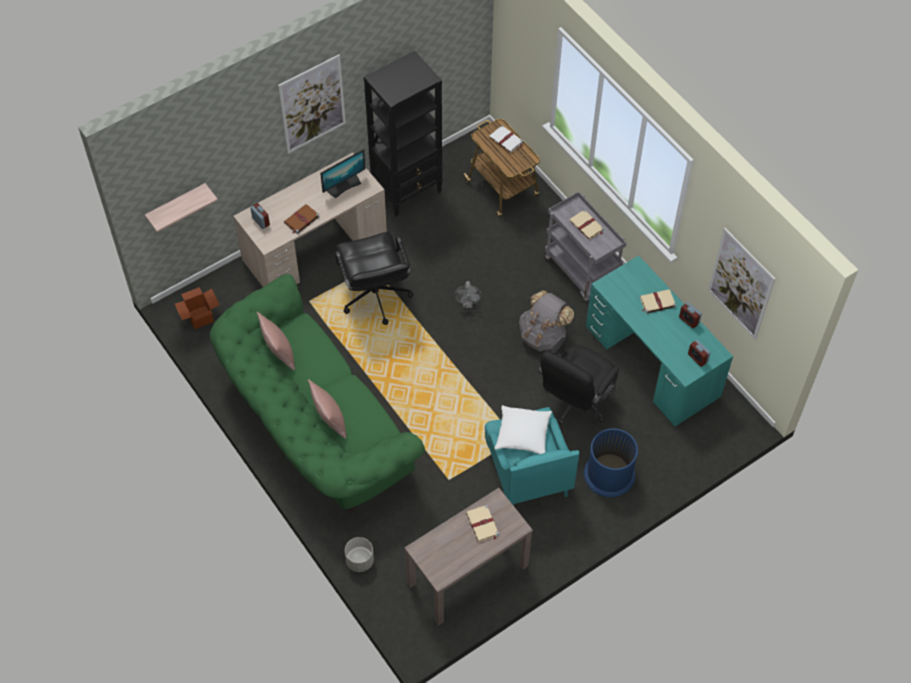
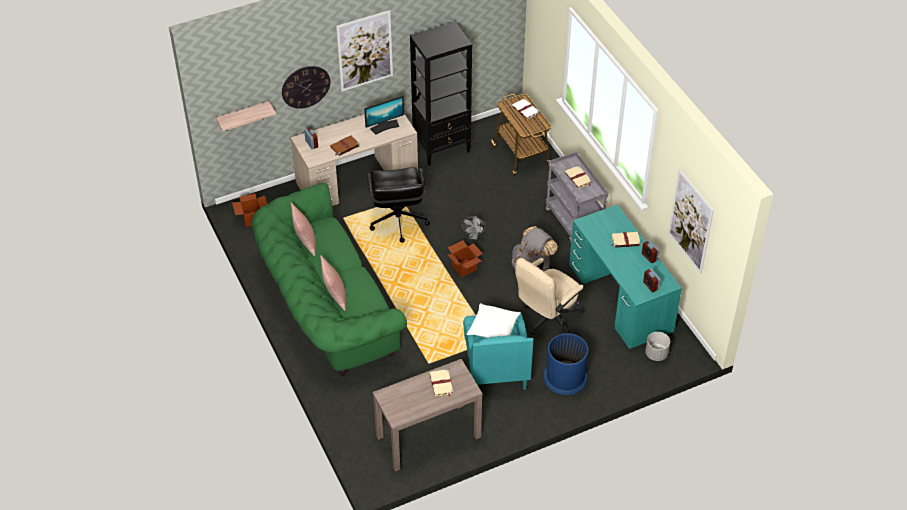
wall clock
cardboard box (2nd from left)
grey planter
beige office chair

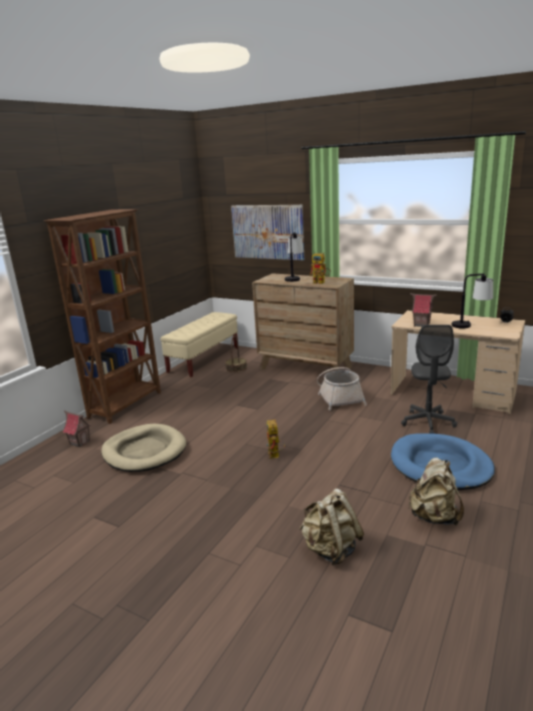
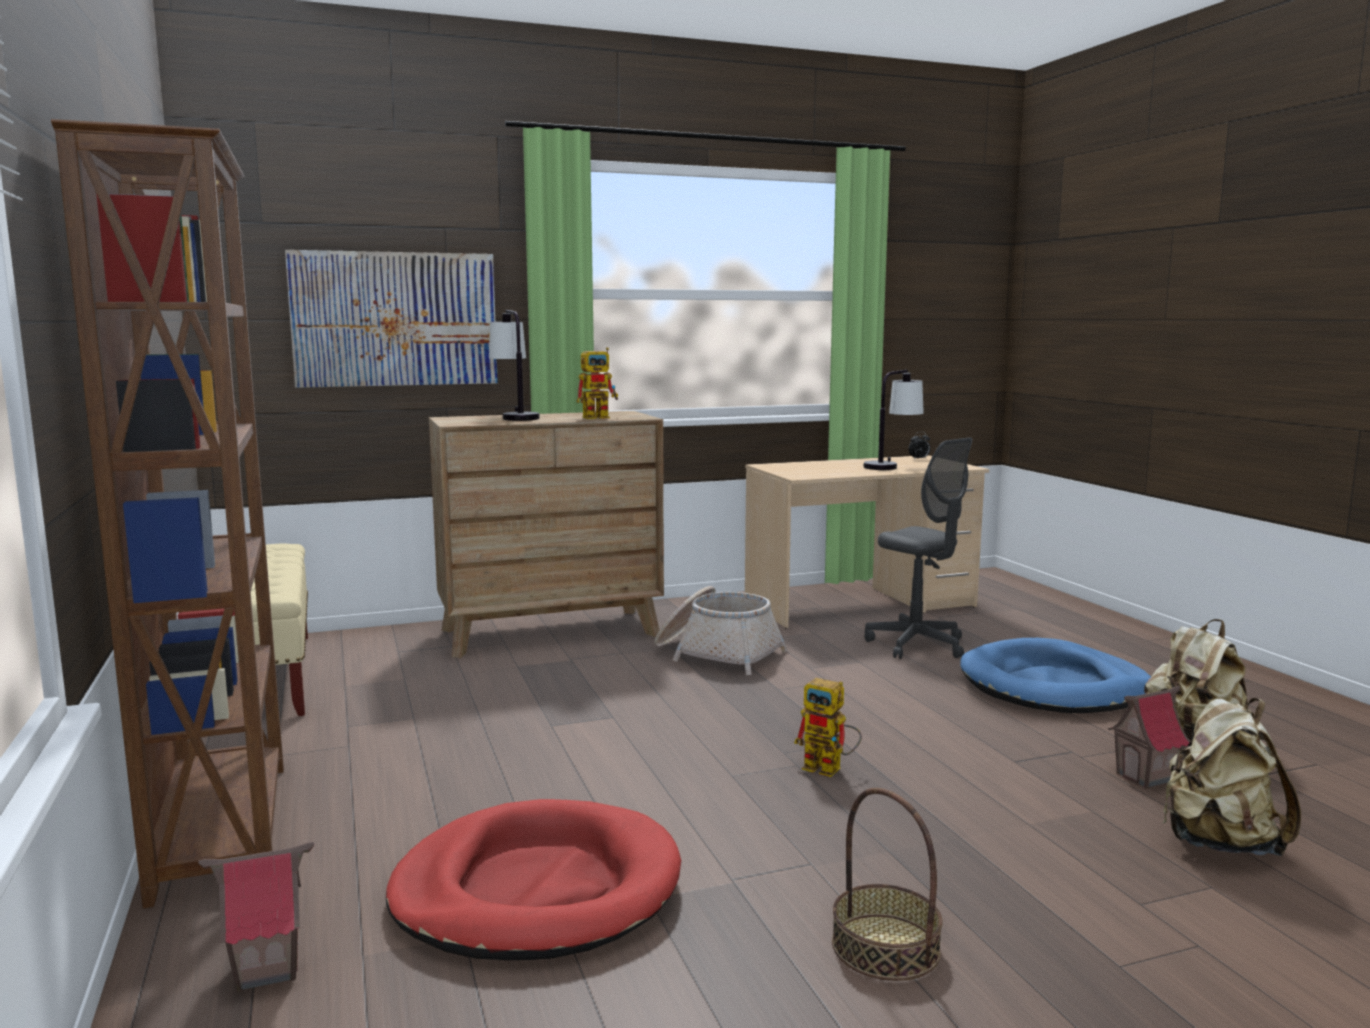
basket (2nd from left)
toy house (2nd from left)
red dog bed

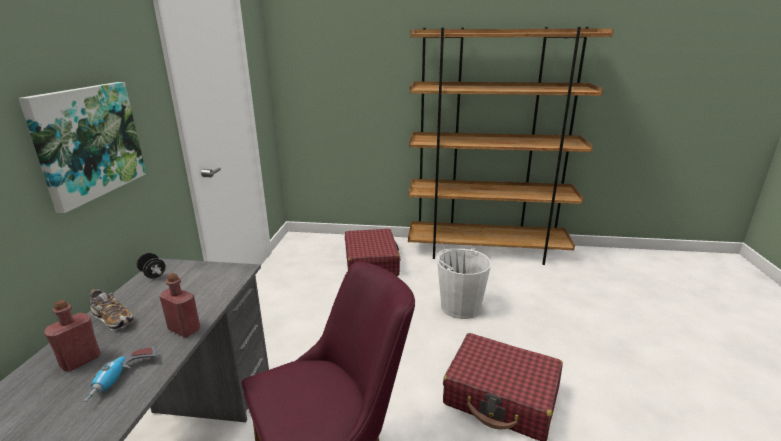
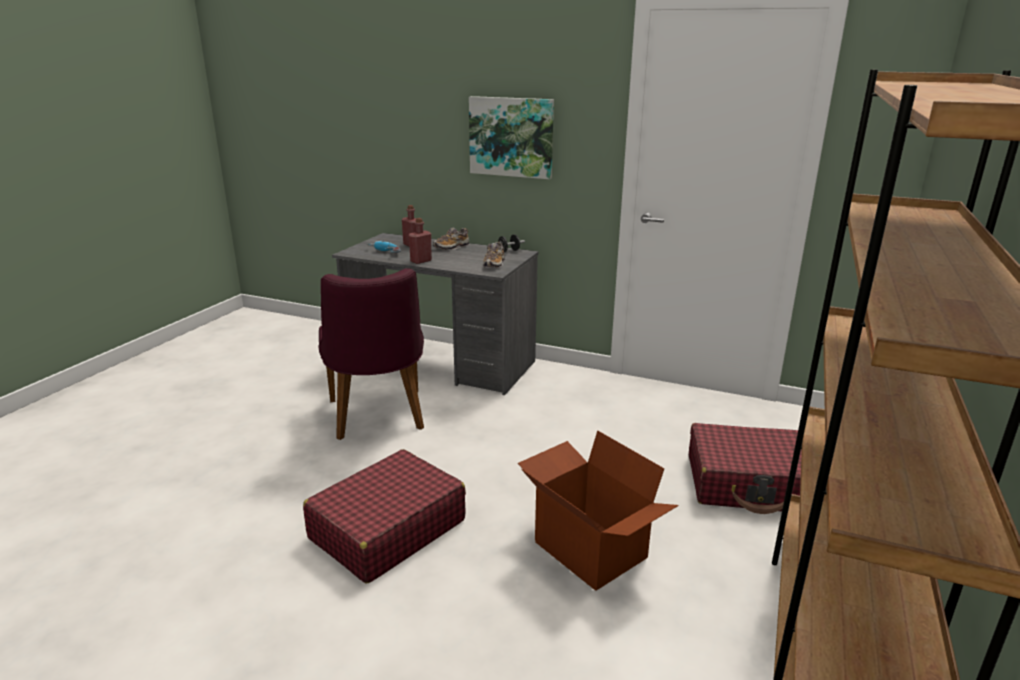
shoe (2nd from left)
cardboard box

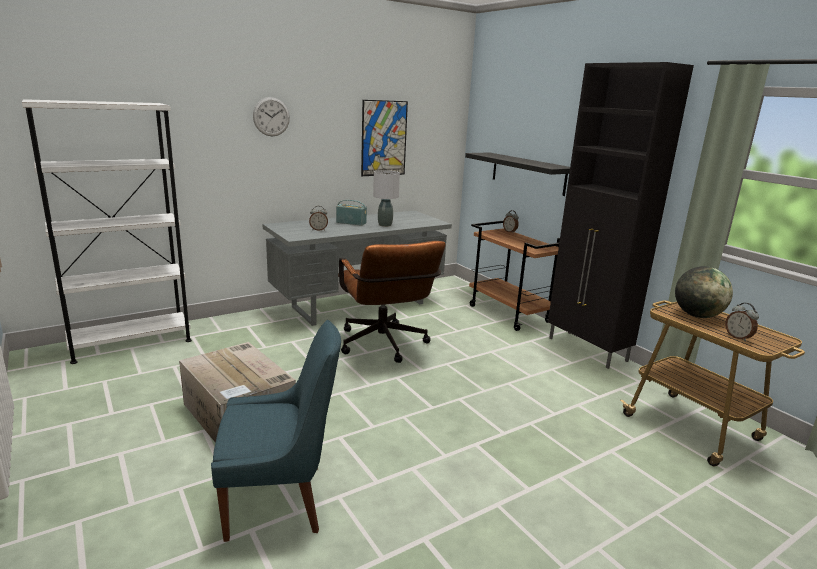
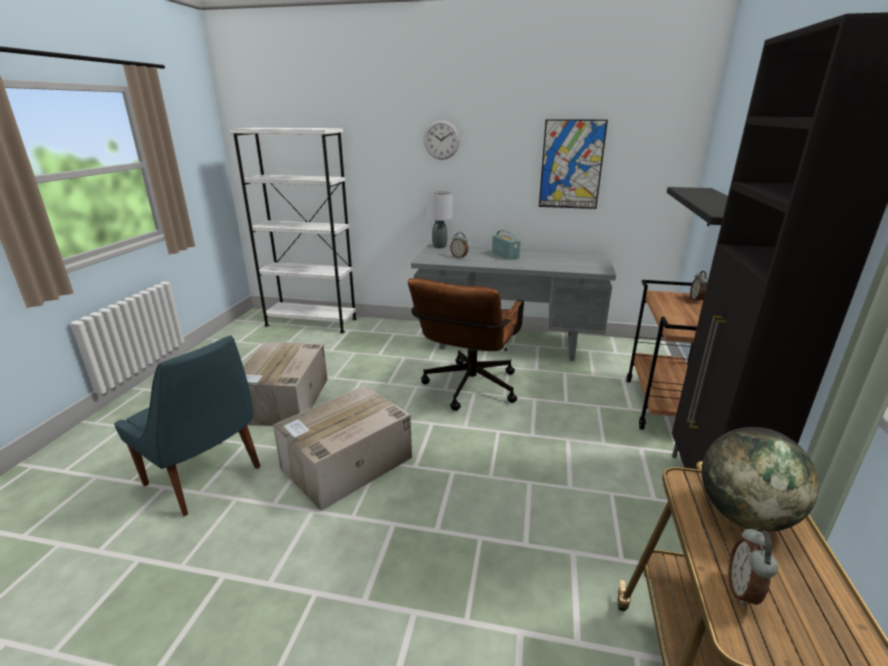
cardboard box (2nd from left)
grey table lamp

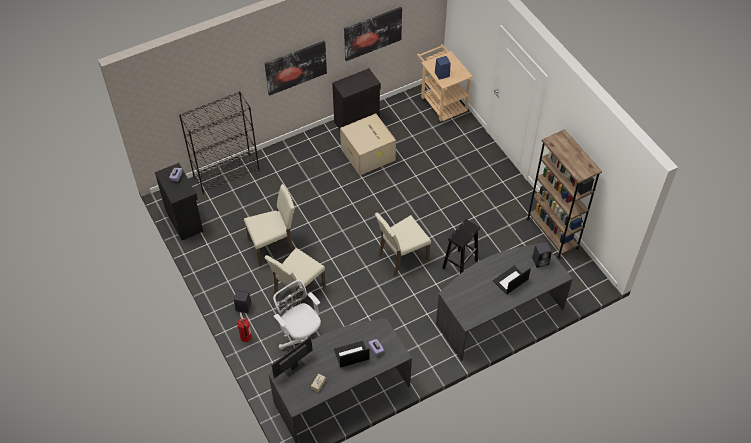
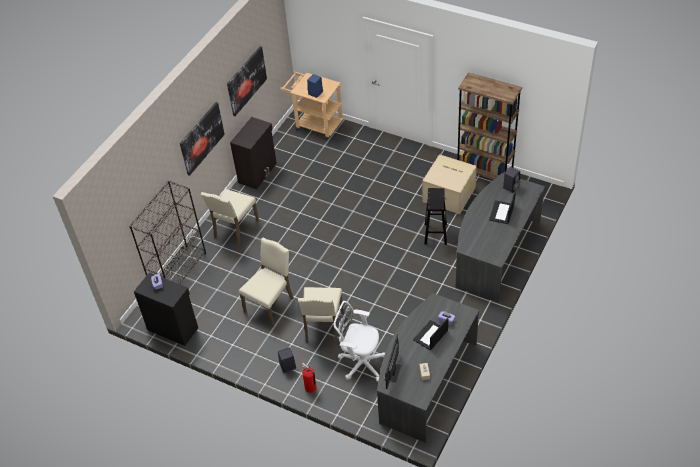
cardboard box
beige chair (1st from left)

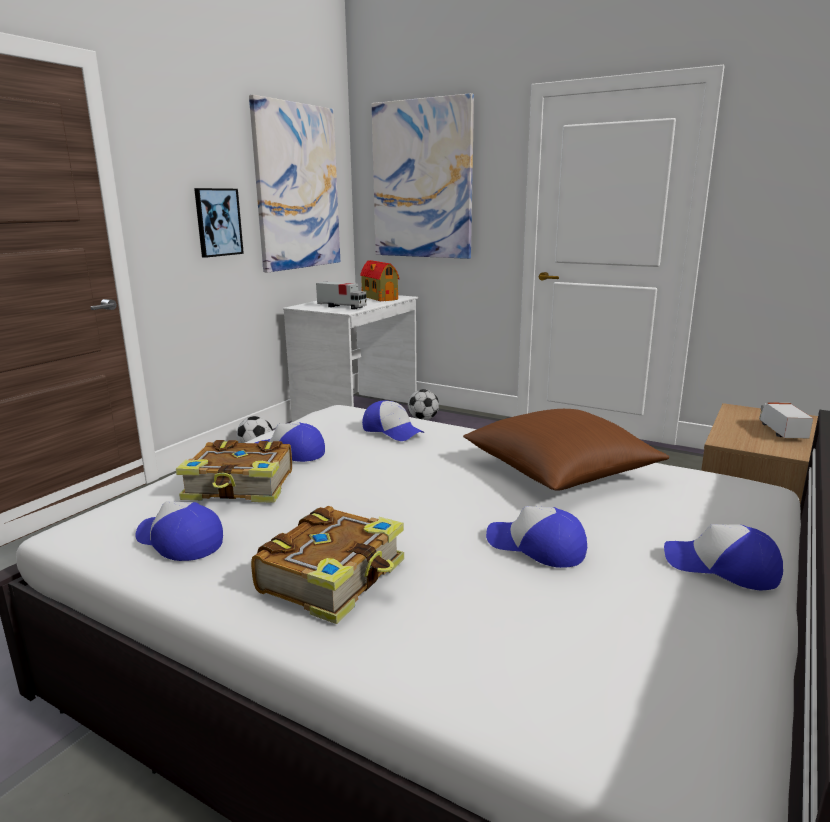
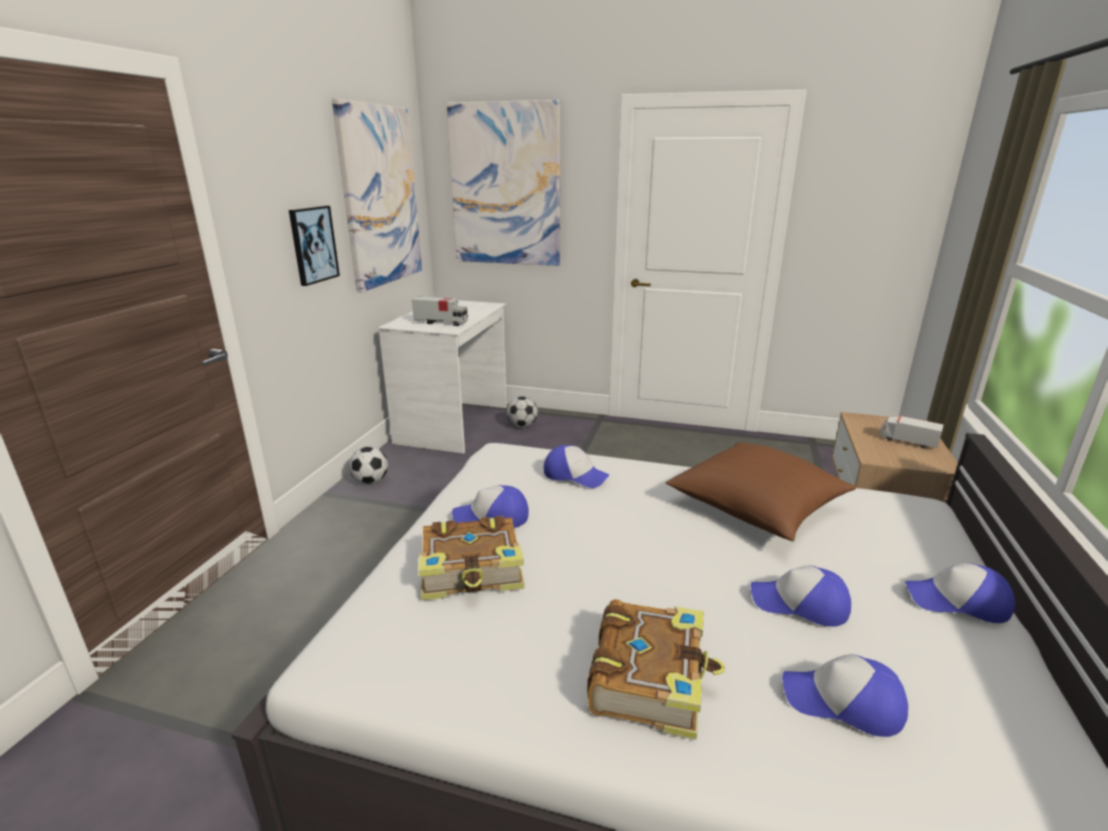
toy house
cap (4th from left)
toy truck (2nd from left)

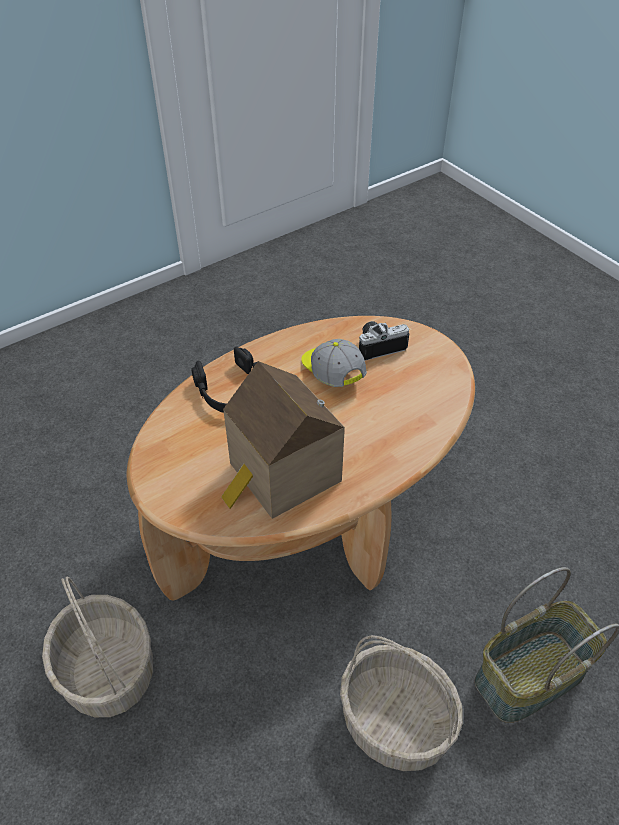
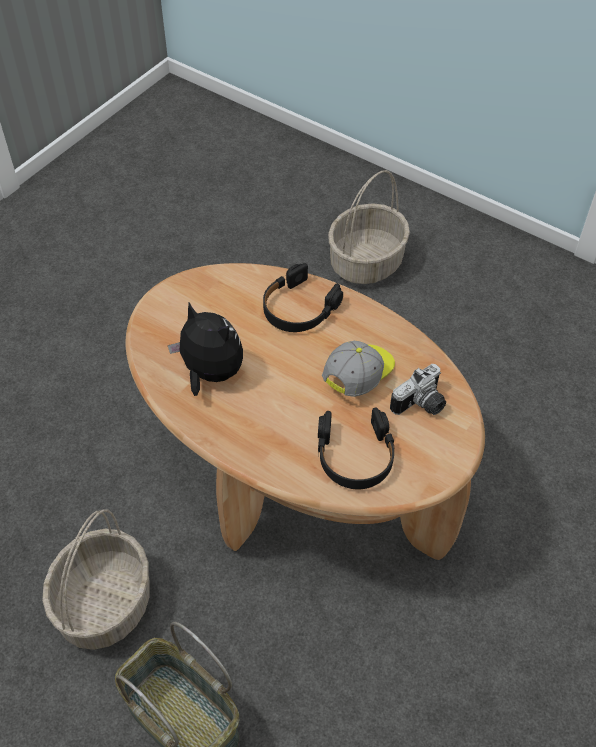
black headphones (2nd from left)
basket (3rd from left)
plush toy
photo camera

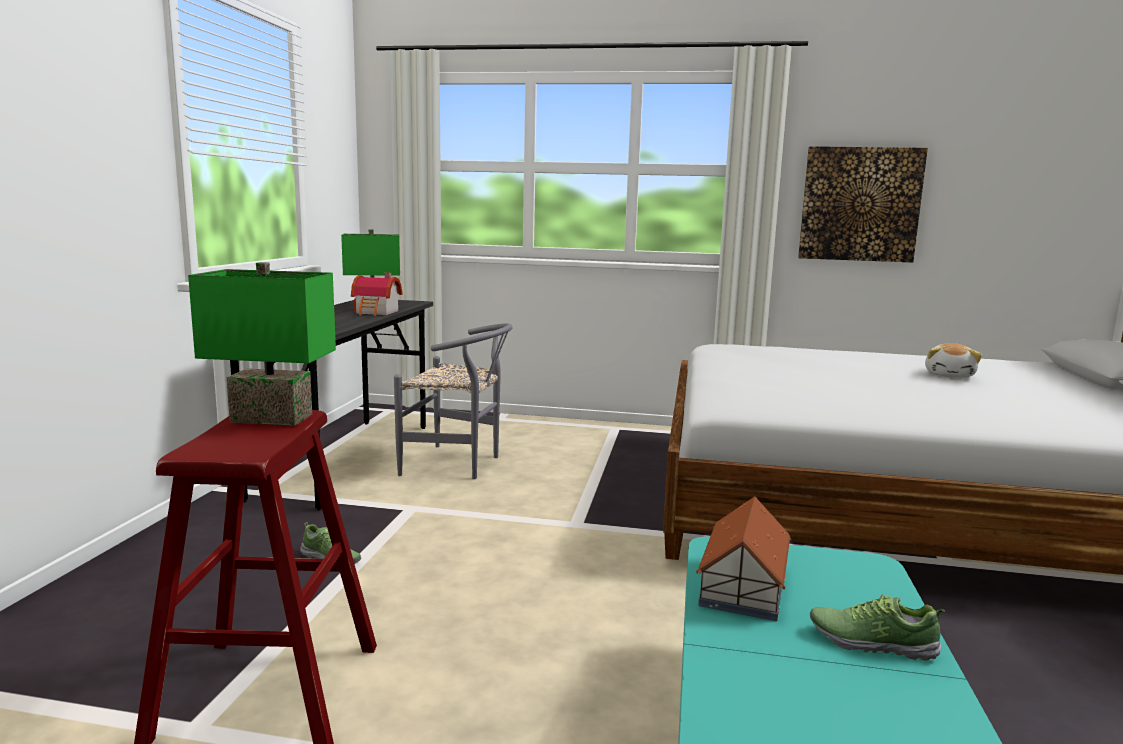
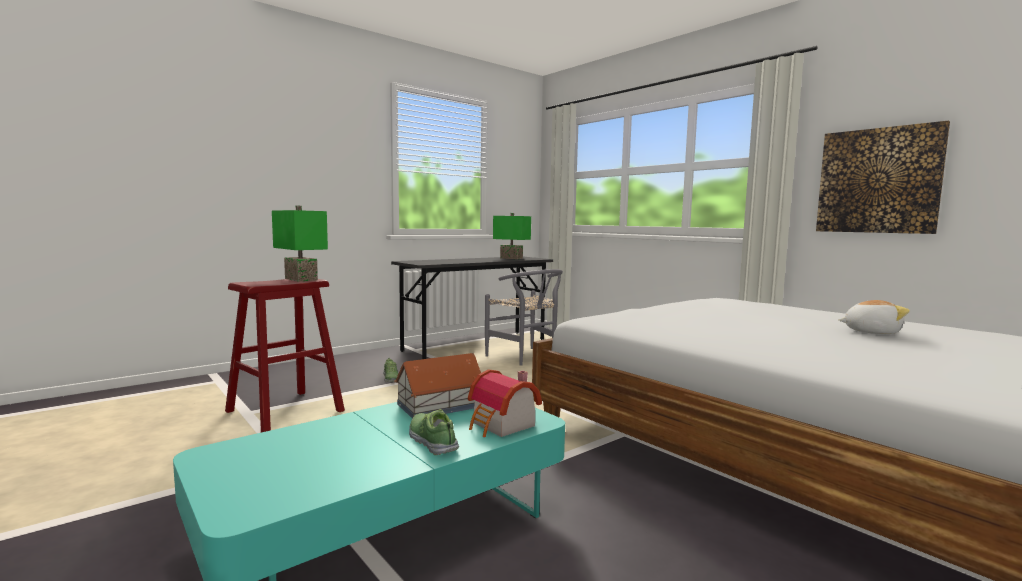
toy house (2nd from left)
plush toy

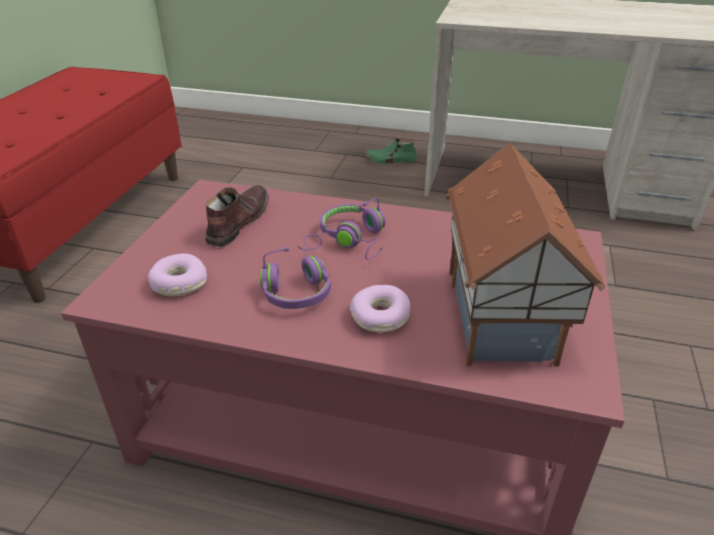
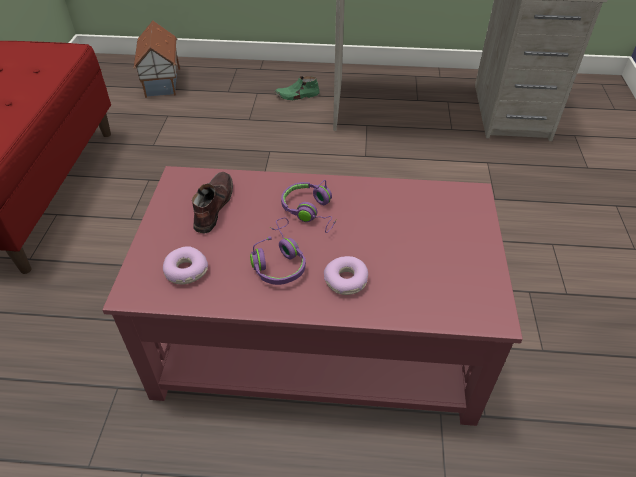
toy house

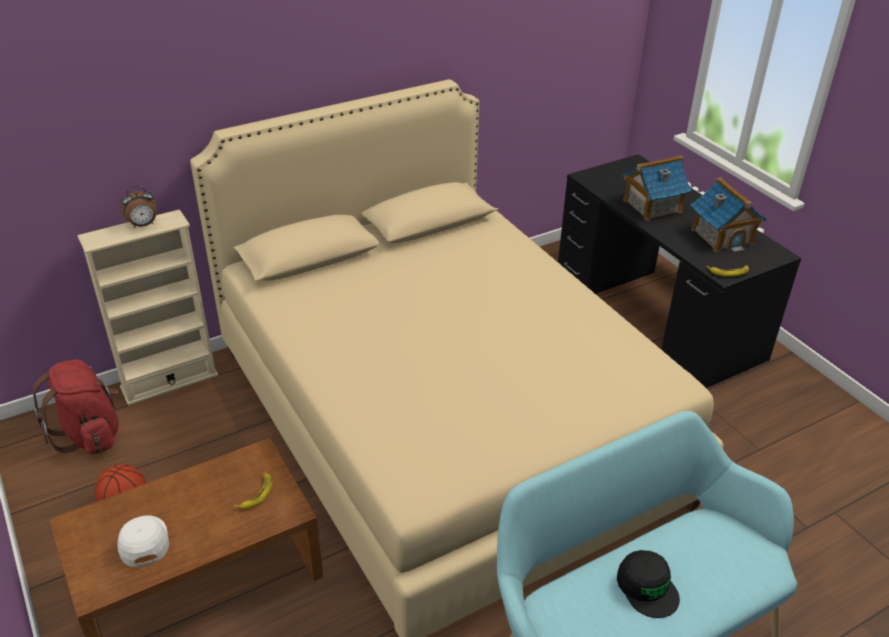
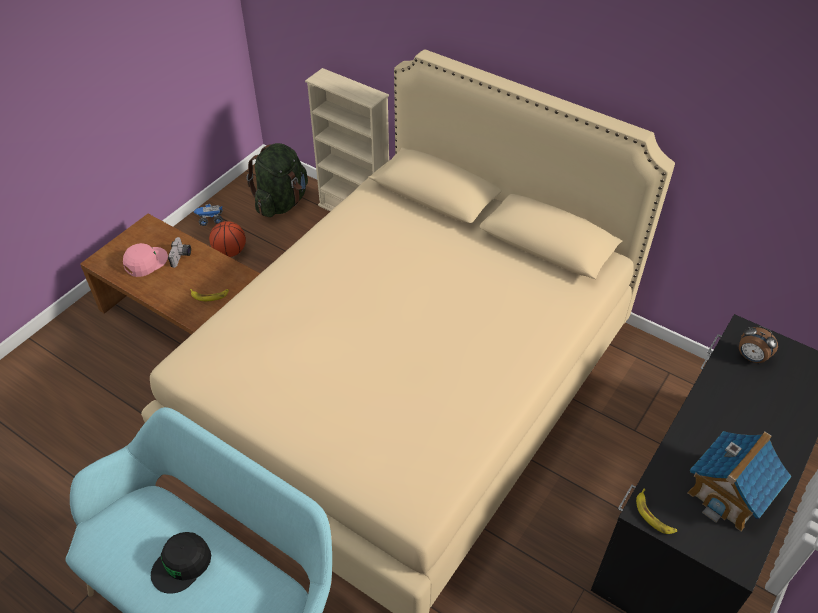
toy house (1st from left in the first image)
photo camera
toy truck
alarm clock
green backpack
pink cap

